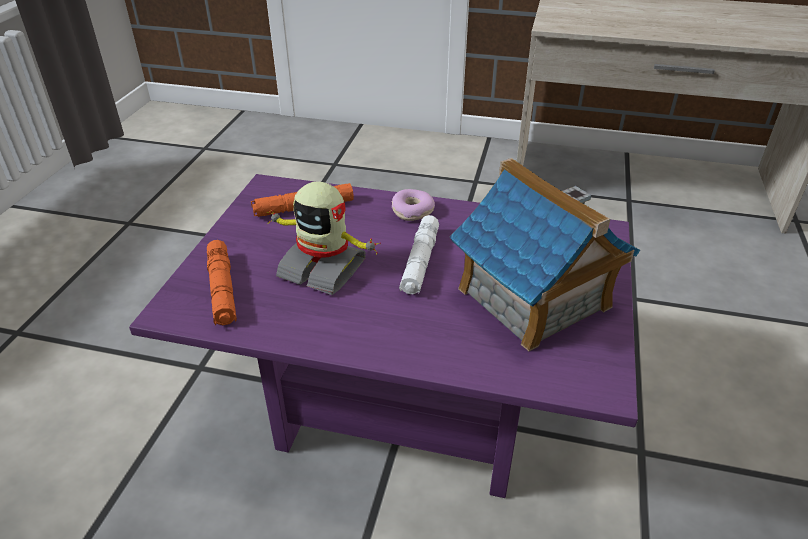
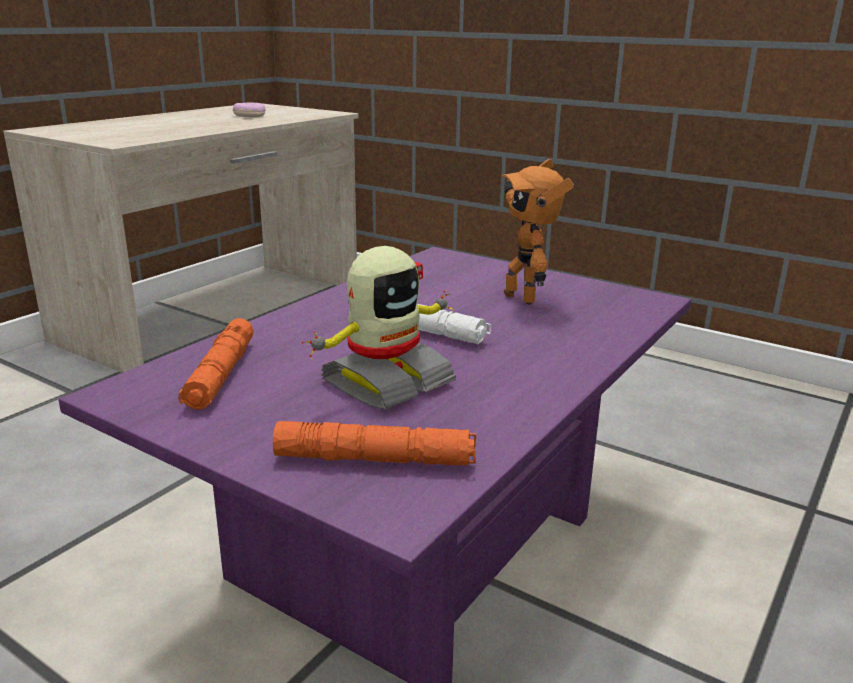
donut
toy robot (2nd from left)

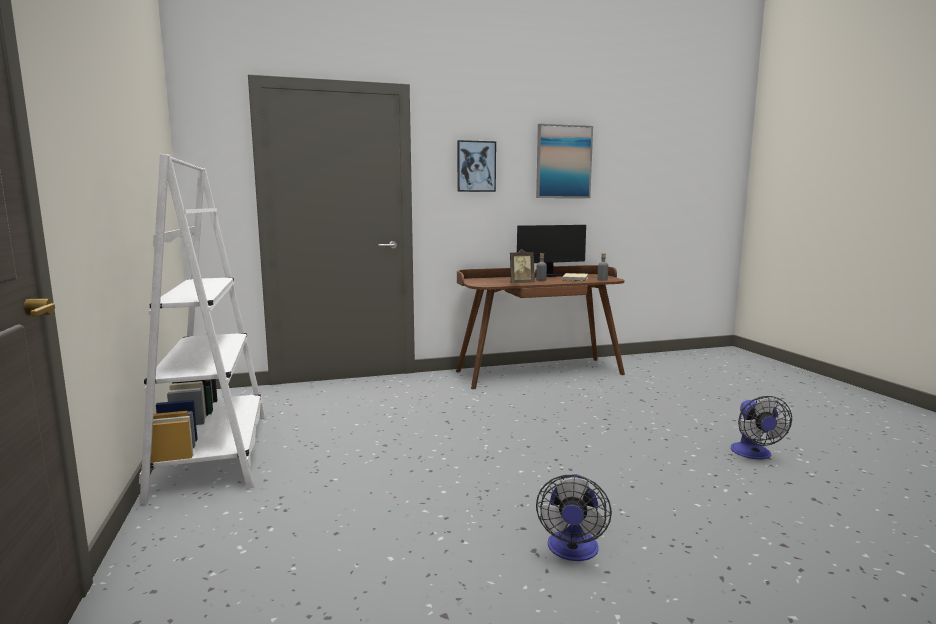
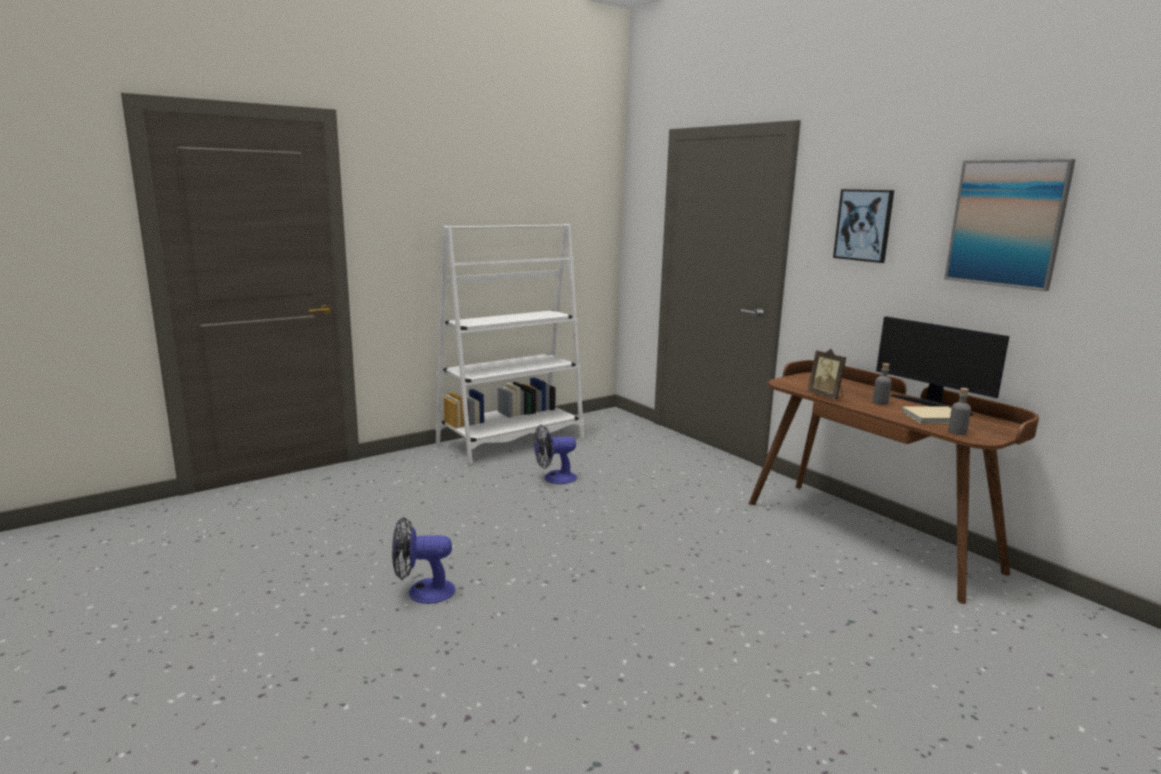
fan (2nd from left)

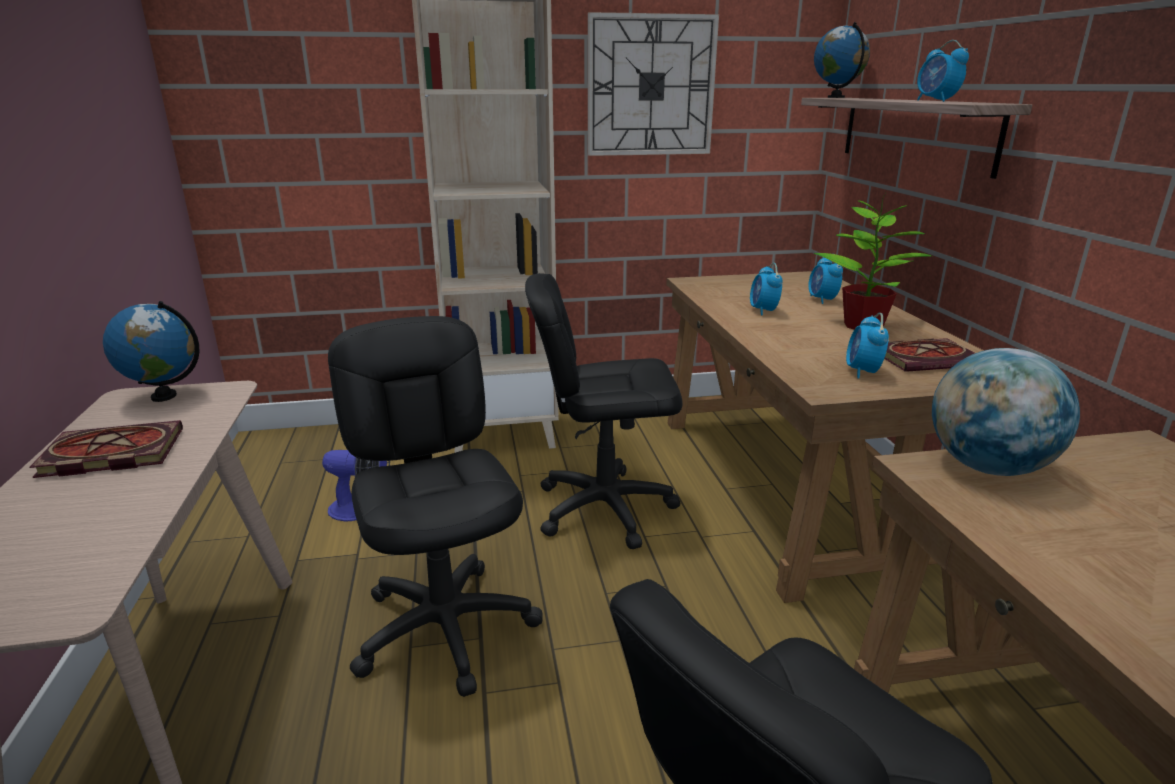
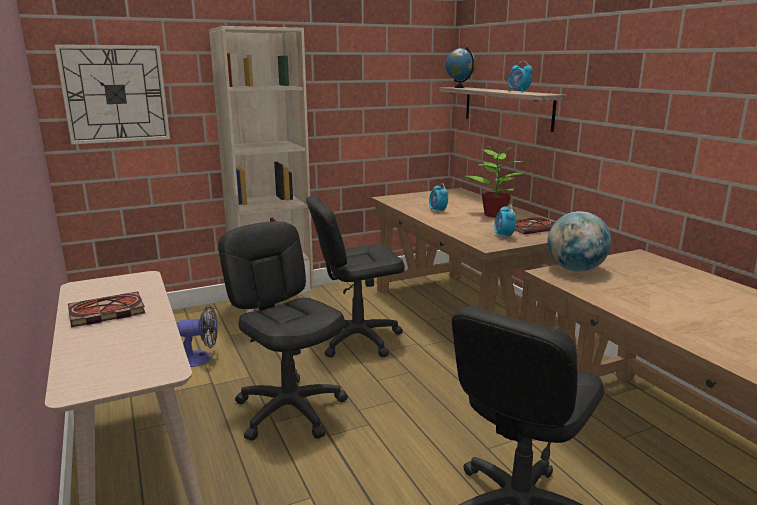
globe (1st from left in the first image)
alarm clock (2nd from left in the first image)
wall clock

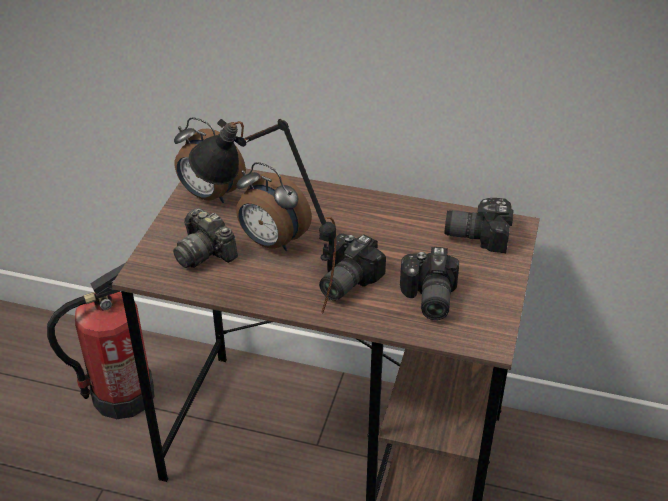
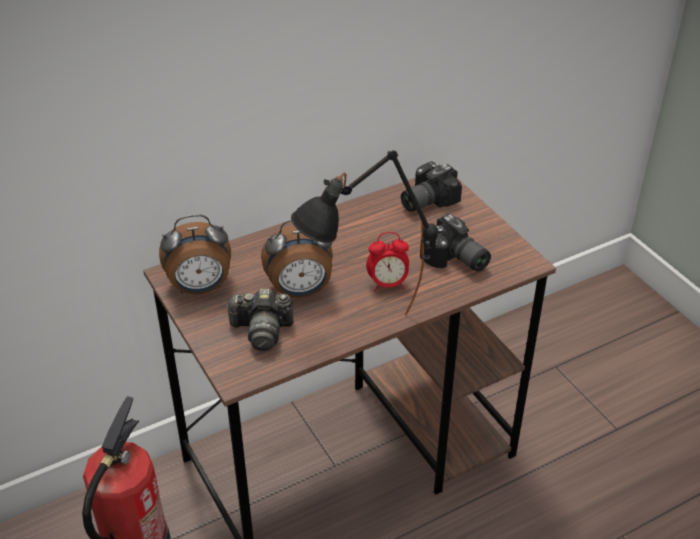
alarm clock (3rd from left)

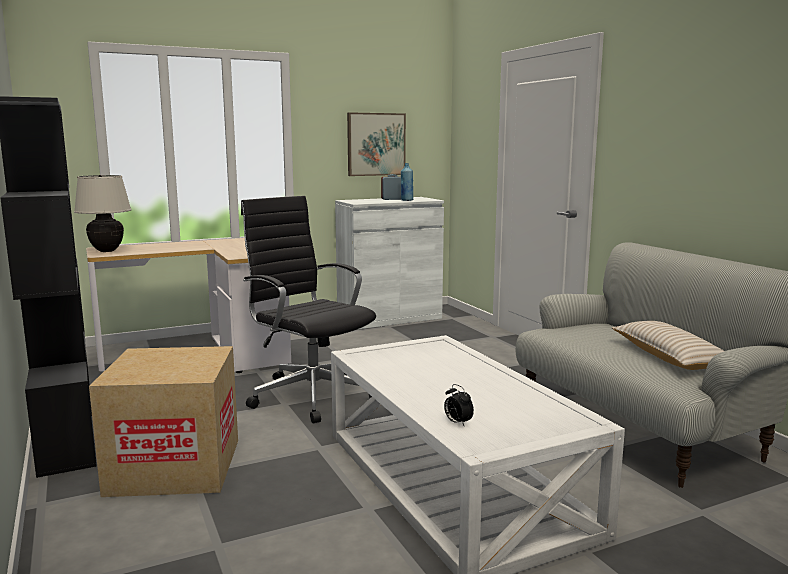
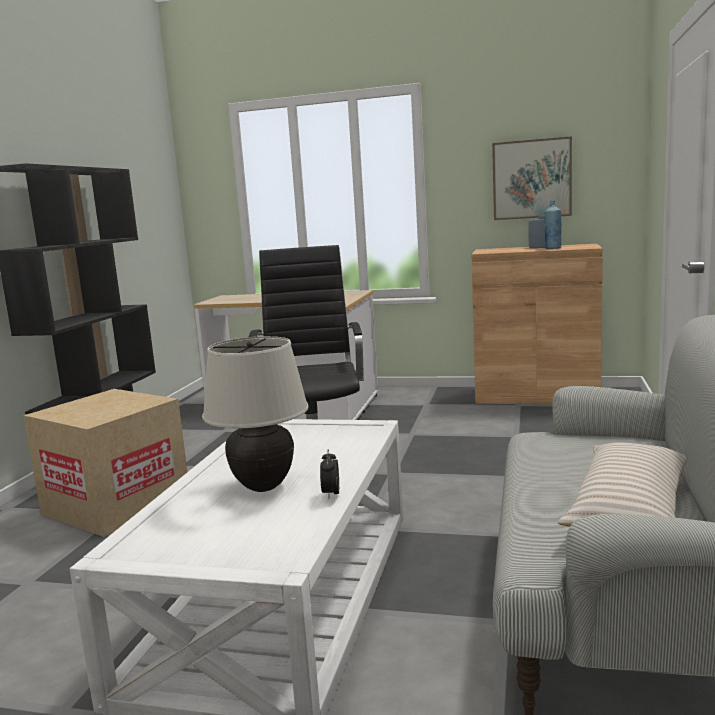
beige table lamp
alarm clock (1st from left)
brown cabinet

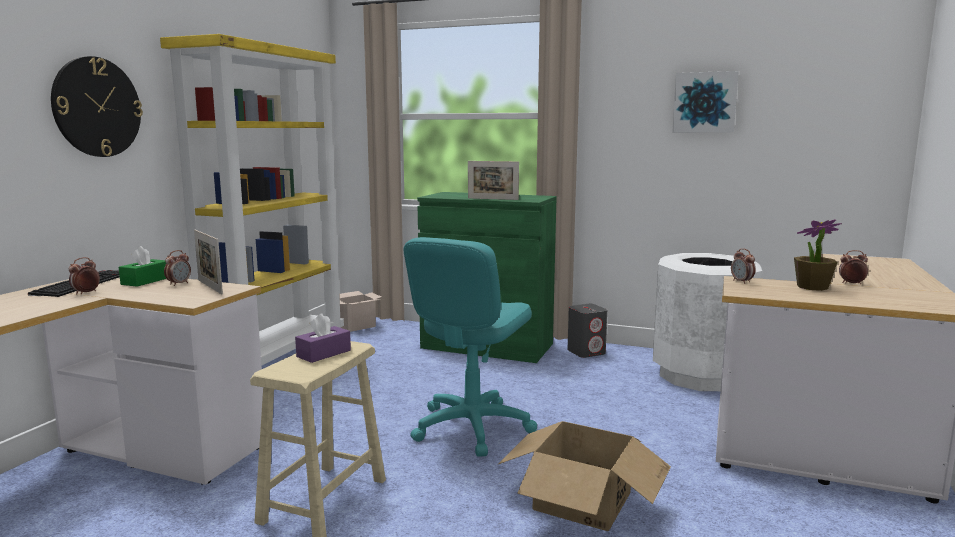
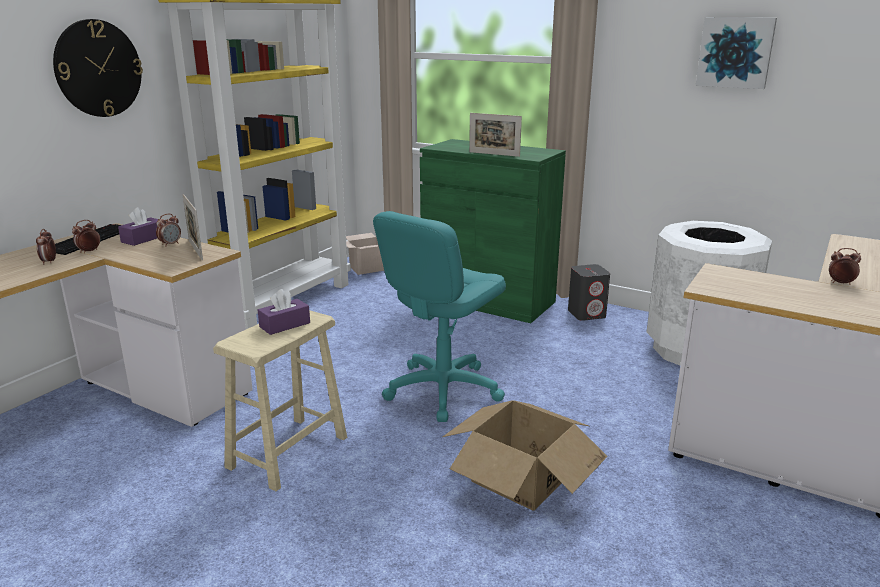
potted plant
alarm clock (1st from left)
purple tissue box (1st from left)

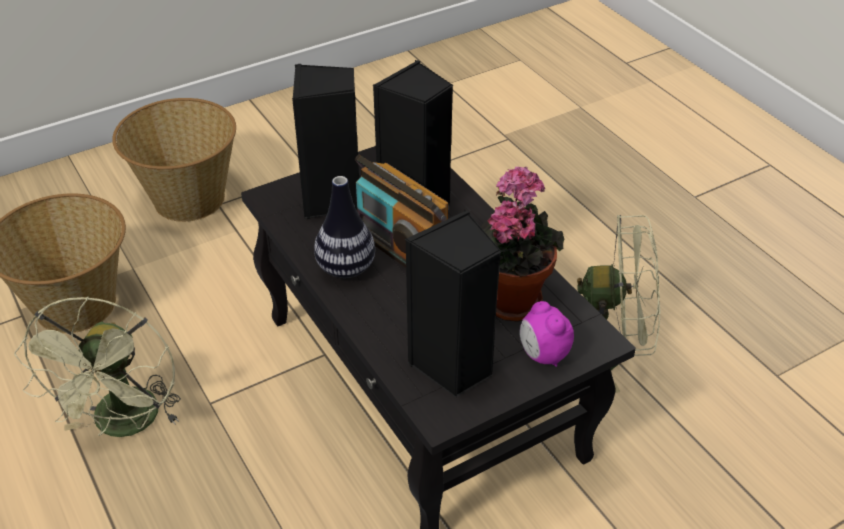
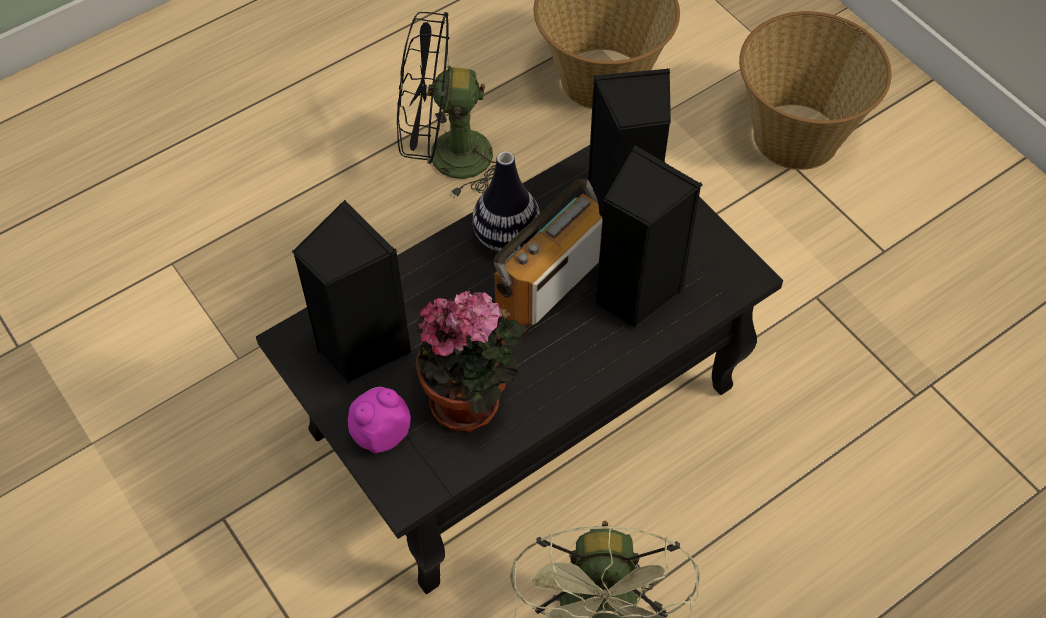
black fan

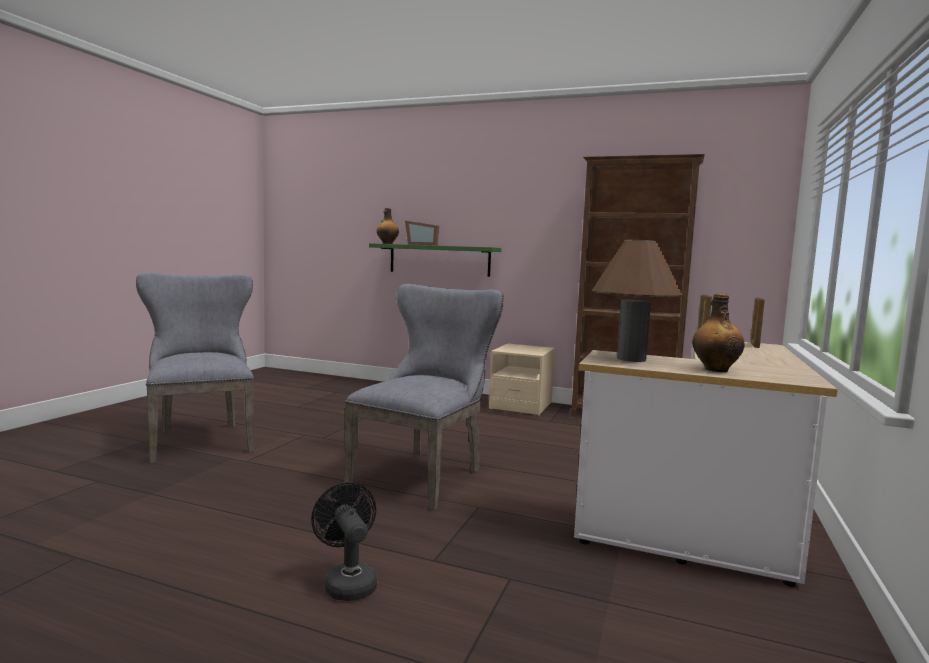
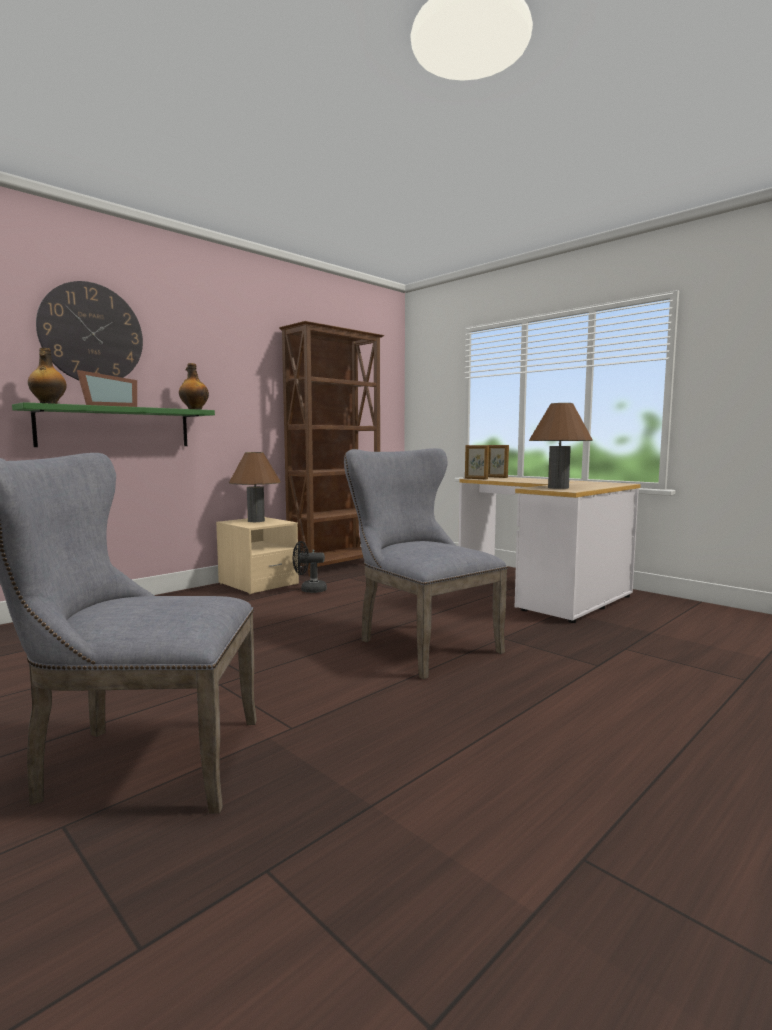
wall clock
brown table lamp (1st from left)
black fan
bottle (2nd from left)

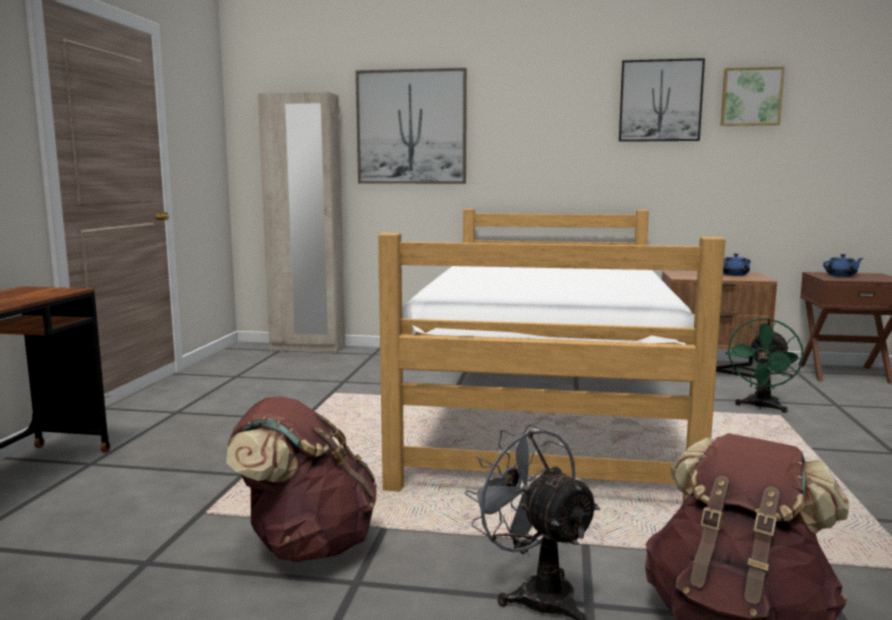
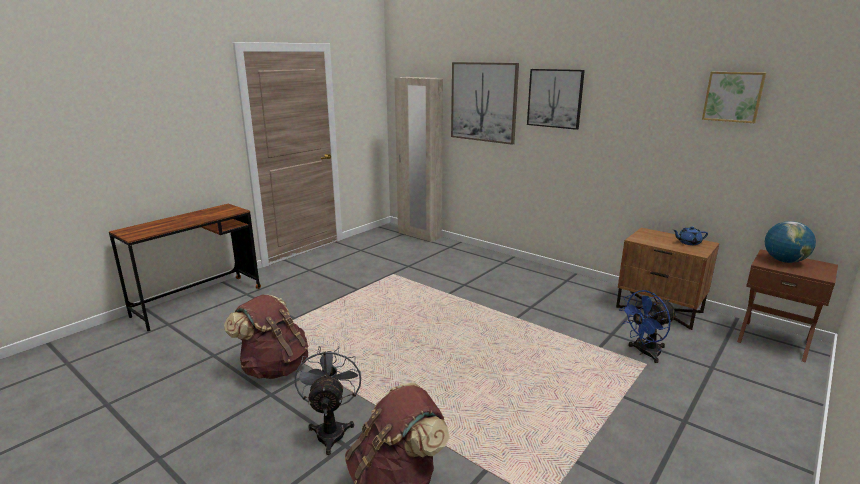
bed
picture (2nd from left)
globe
blue fan

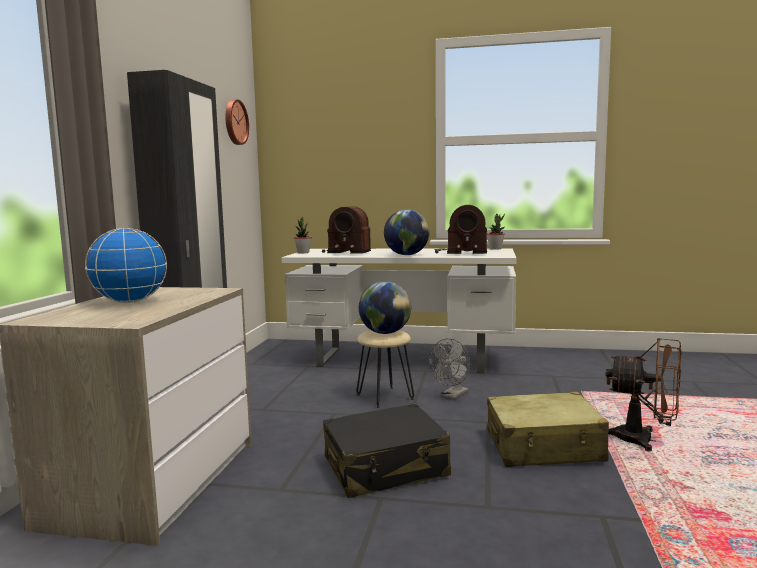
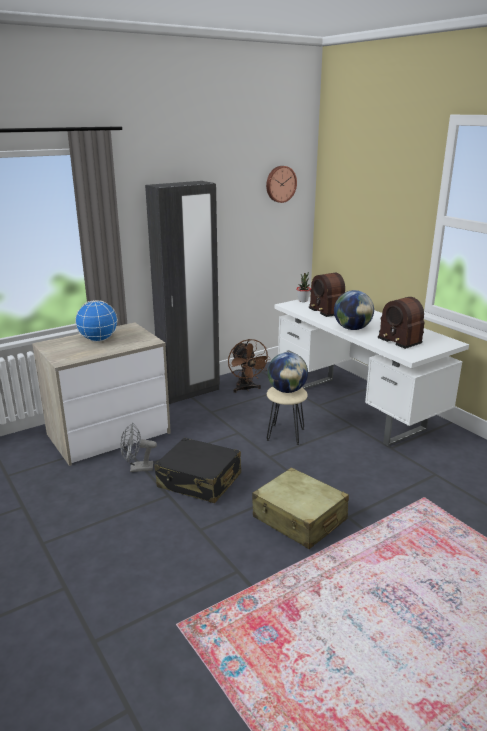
potted plant (2nd from left in the first image)
grey fan
brown fan

